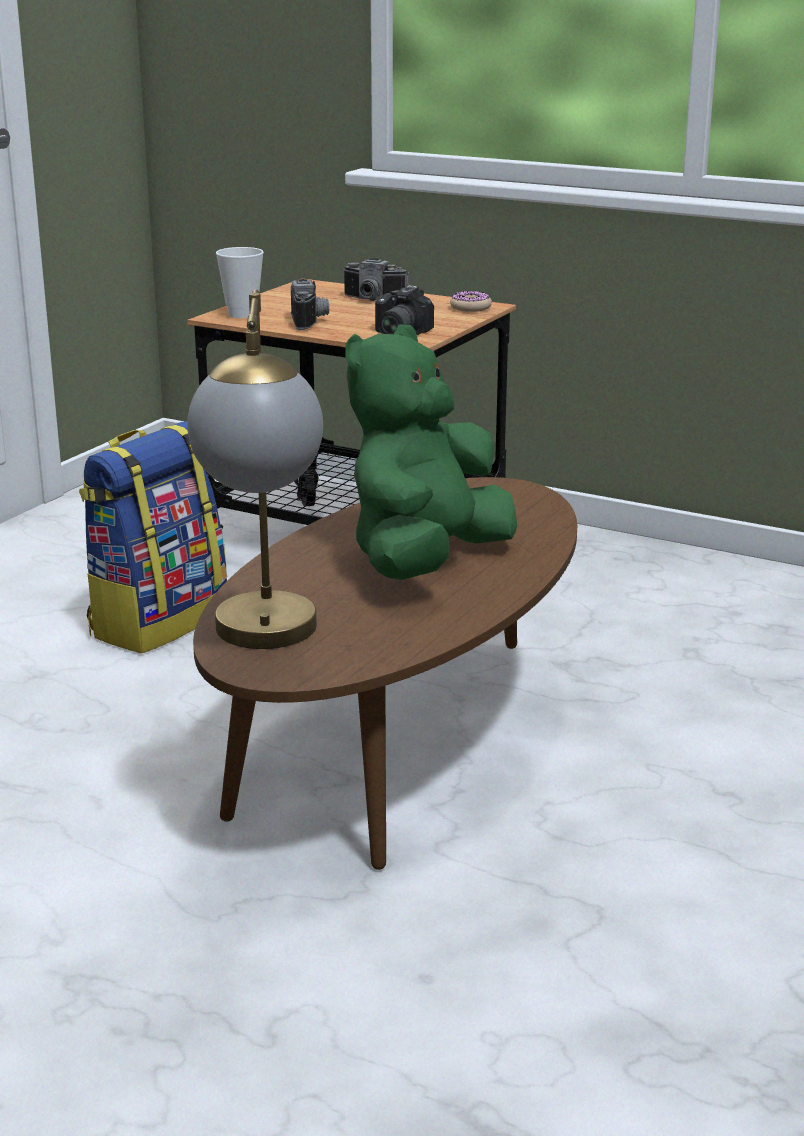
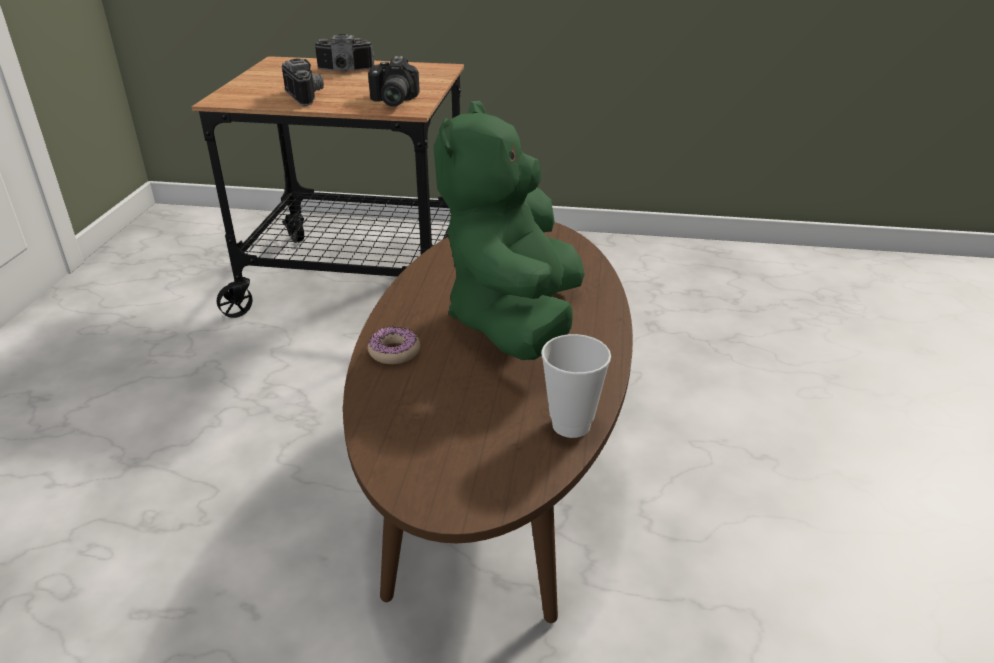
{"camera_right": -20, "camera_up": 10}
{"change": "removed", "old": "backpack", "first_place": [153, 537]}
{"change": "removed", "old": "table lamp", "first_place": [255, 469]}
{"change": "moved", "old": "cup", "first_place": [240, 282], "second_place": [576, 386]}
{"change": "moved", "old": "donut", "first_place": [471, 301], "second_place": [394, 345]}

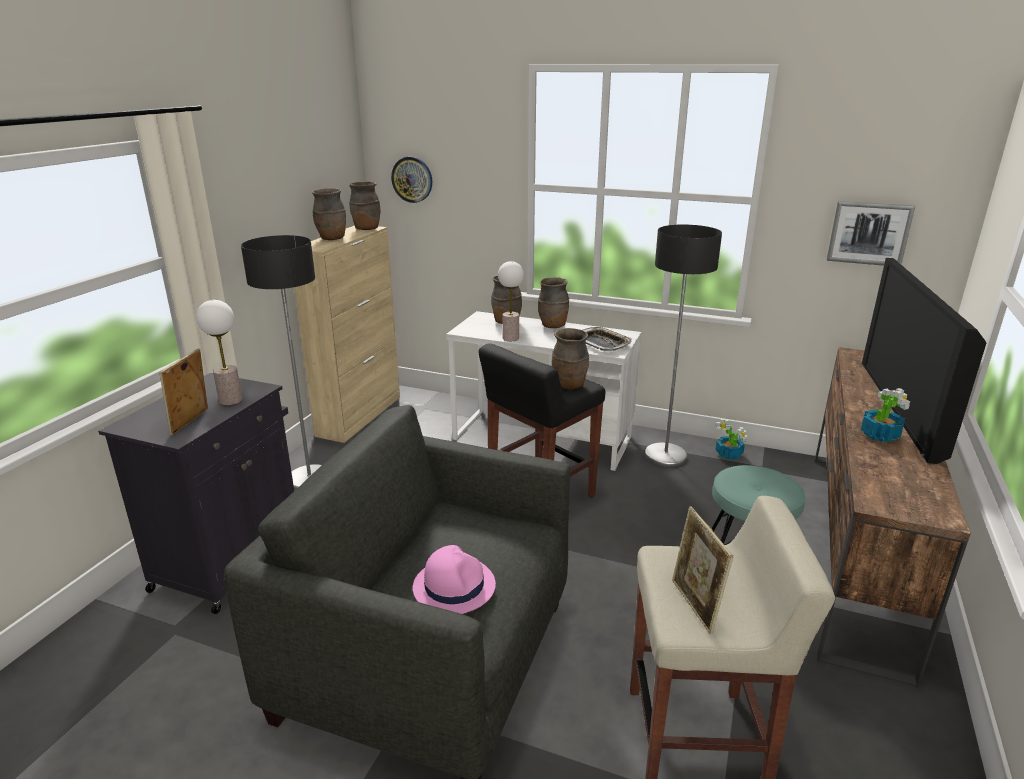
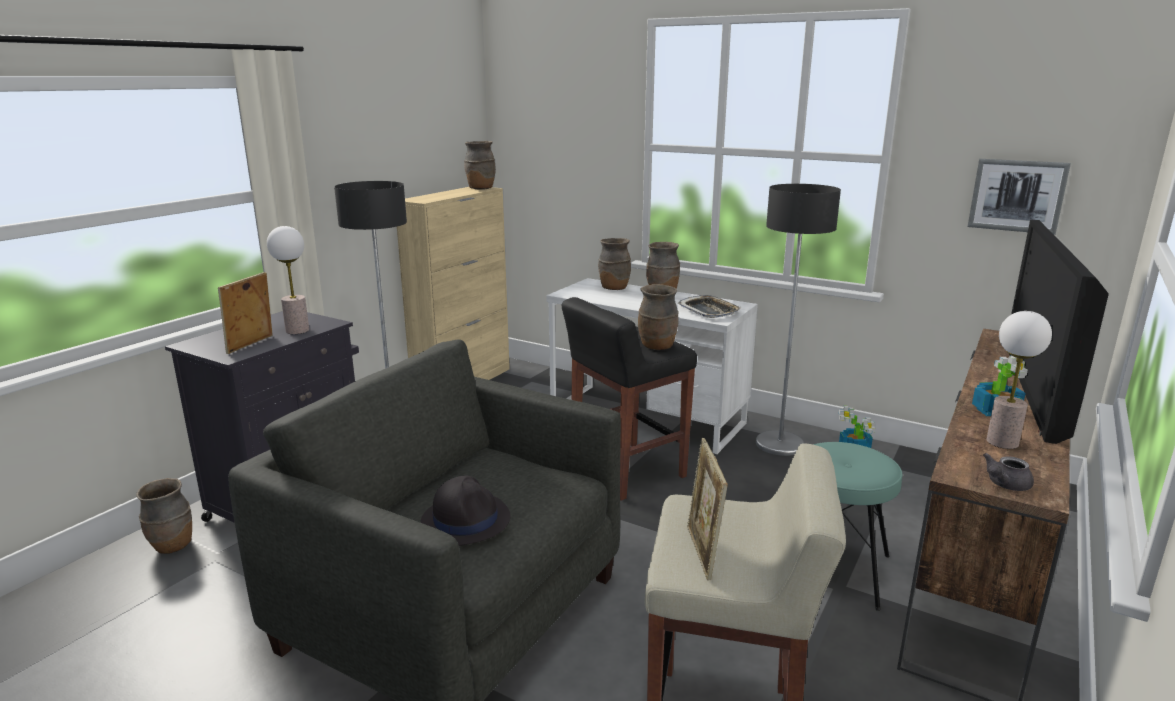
{"camera_right": 10, "camera_up": -5}
{"change": "removed", "old": "wall clock", "first_place": [411, 179]}
{"change": "added", "new": "teapot/grey", "second_place": [1008, 472]}
{"change": "moved", "old": "vase/brown", "first_place": [329, 214], "second_place": [164, 516]}
{"change": "moved", "old": "table lamp", "first_place": [511, 301], "second_place": [1019, 380]}
{"change": "recoloured", "old": "hat/pink", "new": "hat/black", "first_place": [454, 579], "second_place": [465, 511]}

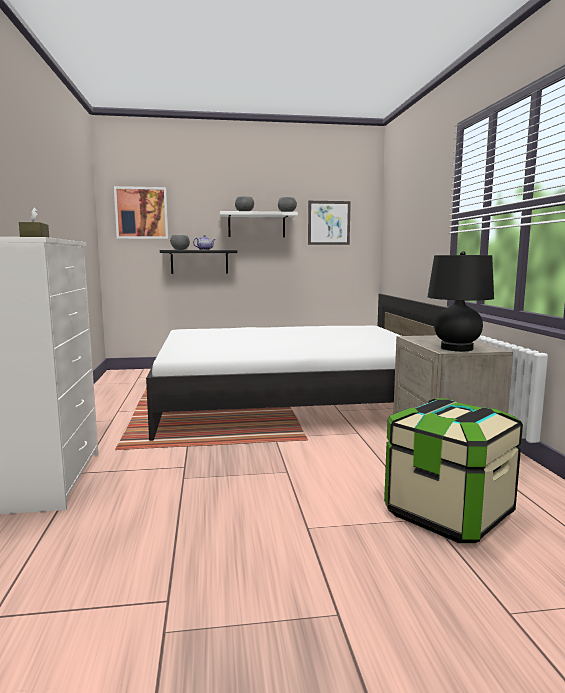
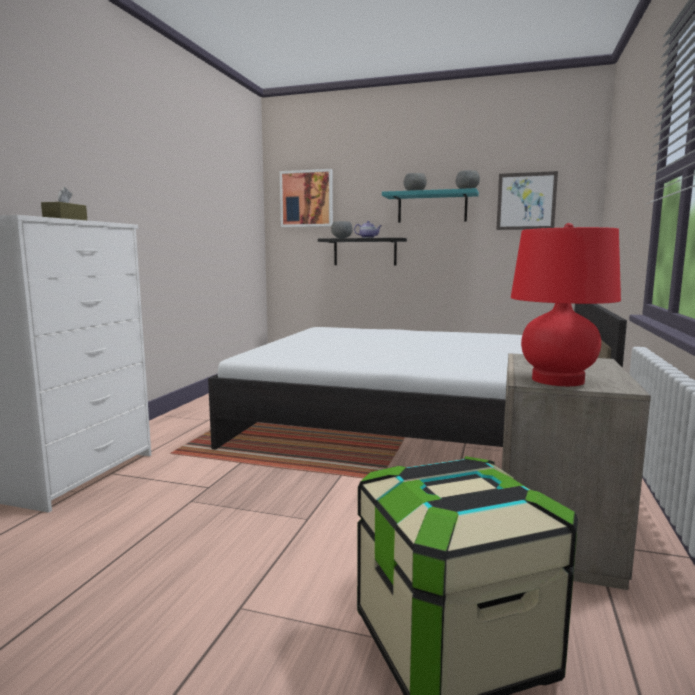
{"camera_right": 25, "camera_up": 0}
{"change": "recoloured", "old": "shelf/white", "new": "shelf/turquoise", "first_place": [258, 224], "second_place": [430, 205]}
{"change": "recoloured", "old": "table lamp/black", "new": "table lamp/red", "first_place": [461, 301], "second_place": [566, 304]}

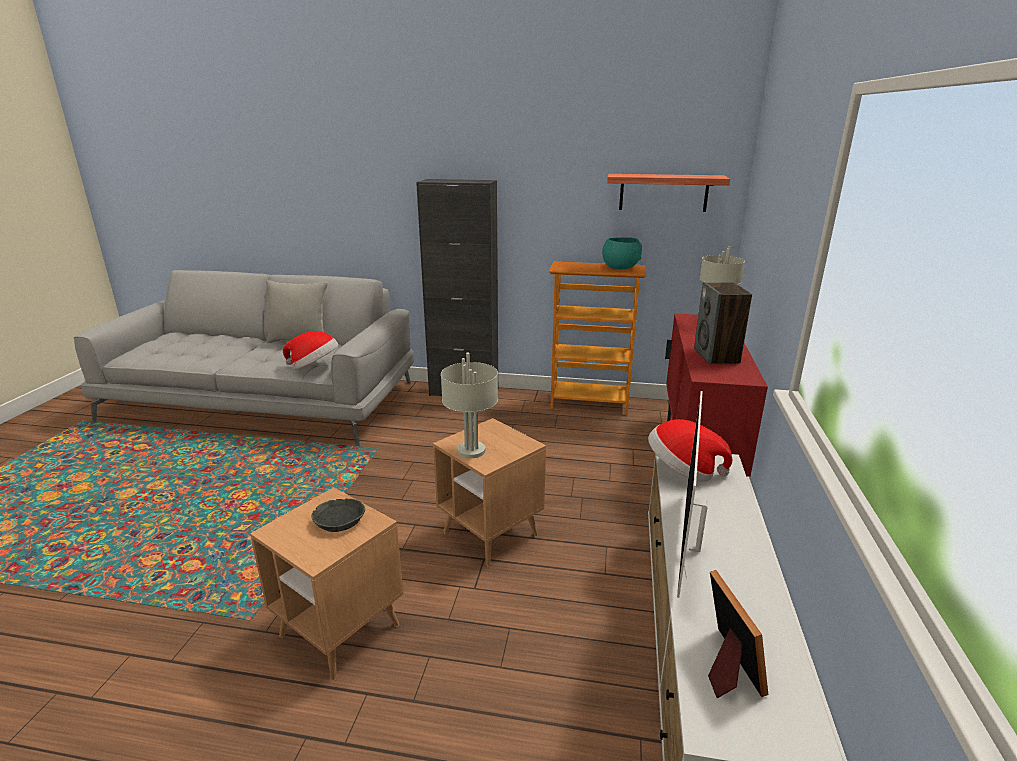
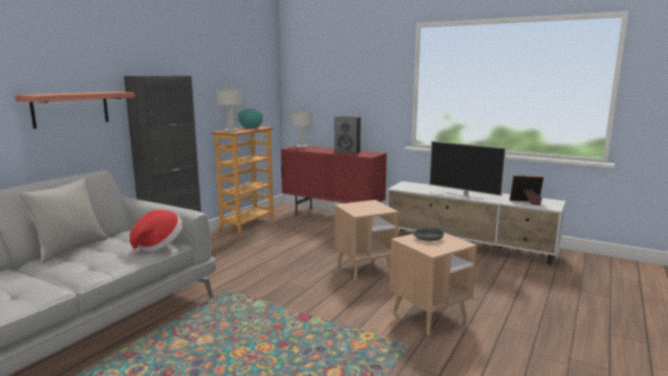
{"camera_right": -70, "camera_up": -10}
{"change": "removed", "old": "hat", "first_place": [690, 450]}
{"change": "moved", "old": "table lamp/grey", "first_place": [469, 405], "second_place": [229, 107]}
{"change": "moved", "old": "shelf", "first_place": [668, 193], "second_place": [75, 110]}

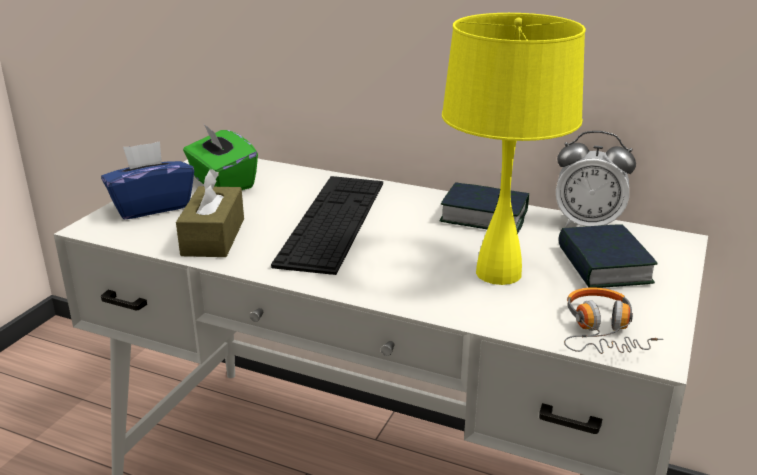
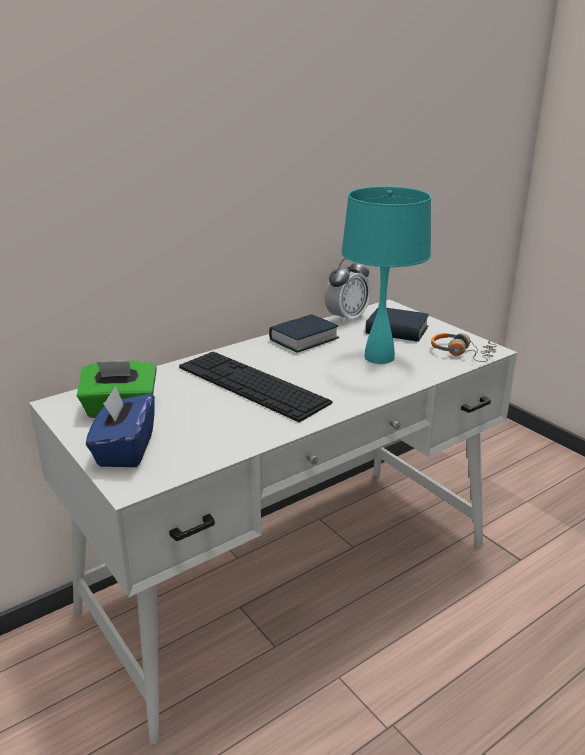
{"camera_right": -60, "camera_up": 0}
{"change": "removed", "old": "tissue box/brown", "first_place": [210, 213]}
{"change": "recoloured", "old": "table lamp/yellow", "new": "table lamp/turquoise", "first_place": [514, 149], "second_place": [386, 275]}

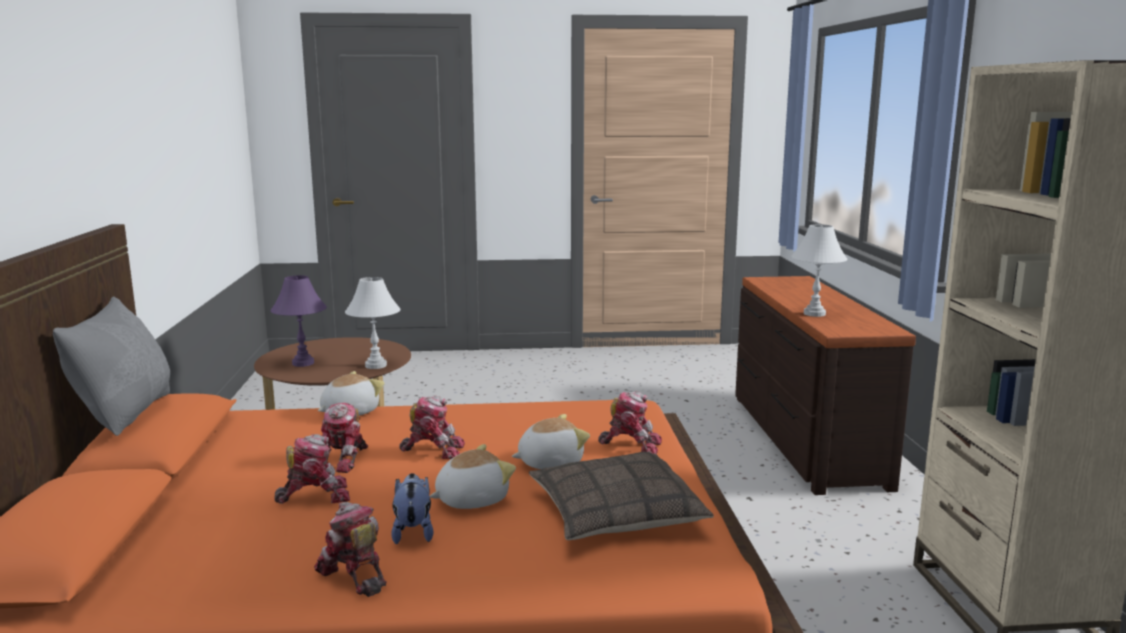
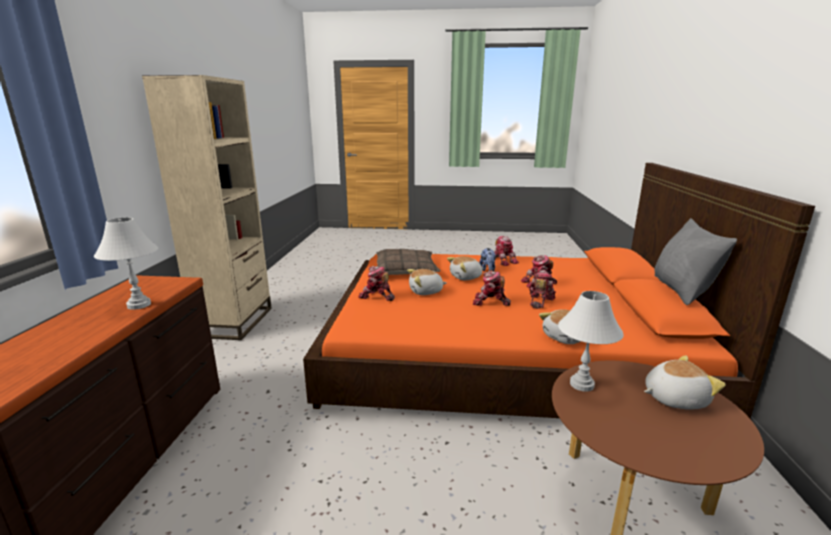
{"camera_right": -170, "camera_up": 5}
{"change": "replaced", "old": "table lamp/purple", "new": "plush toy", "first_place": [299, 321], "second_place": [685, 382]}

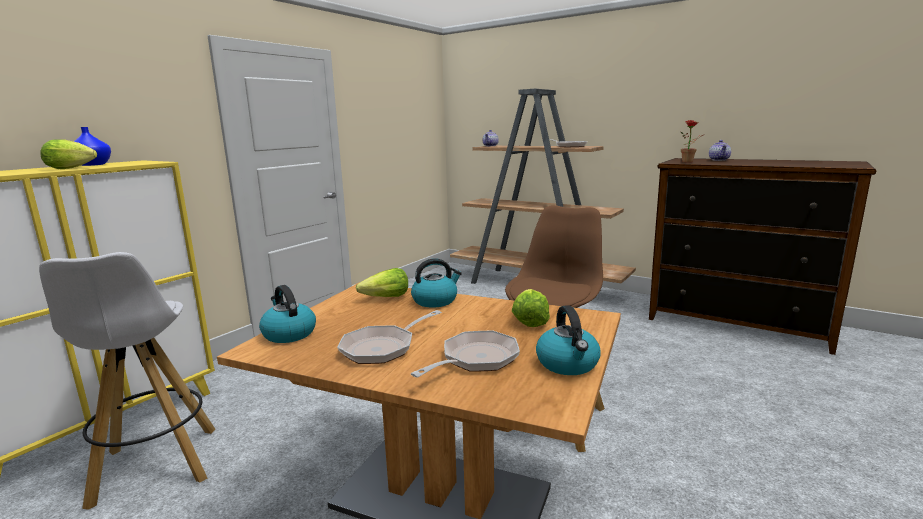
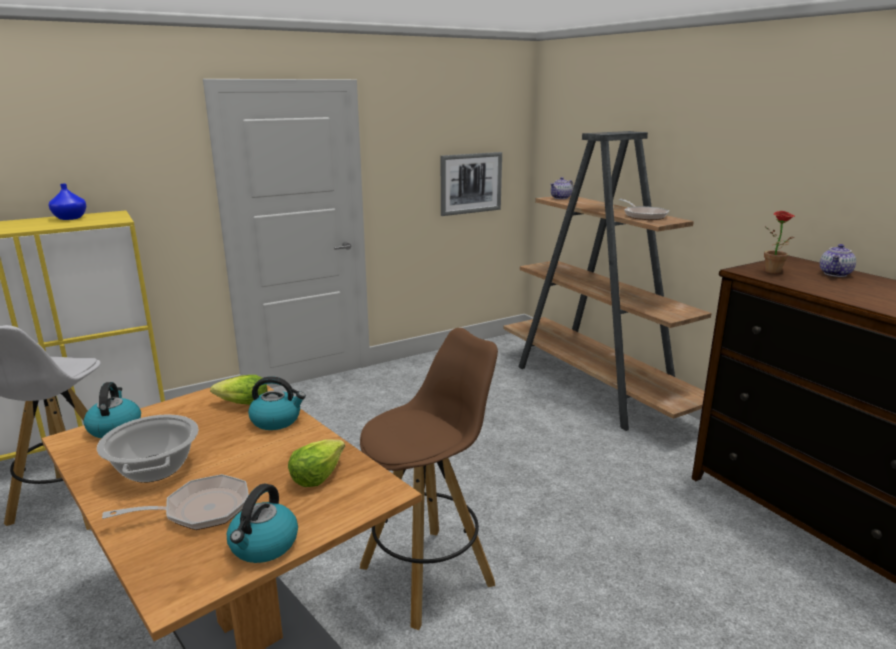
{"camera_right": 25, "camera_up": 5}
{"change": "removed", "old": "lettuce", "first_place": [68, 154]}
{"change": "added", "new": "picture", "second_place": [471, 184]}
{"change": "replaced", "old": "frying pan", "new": "cooking pot", "first_place": [389, 337], "second_place": [148, 449]}

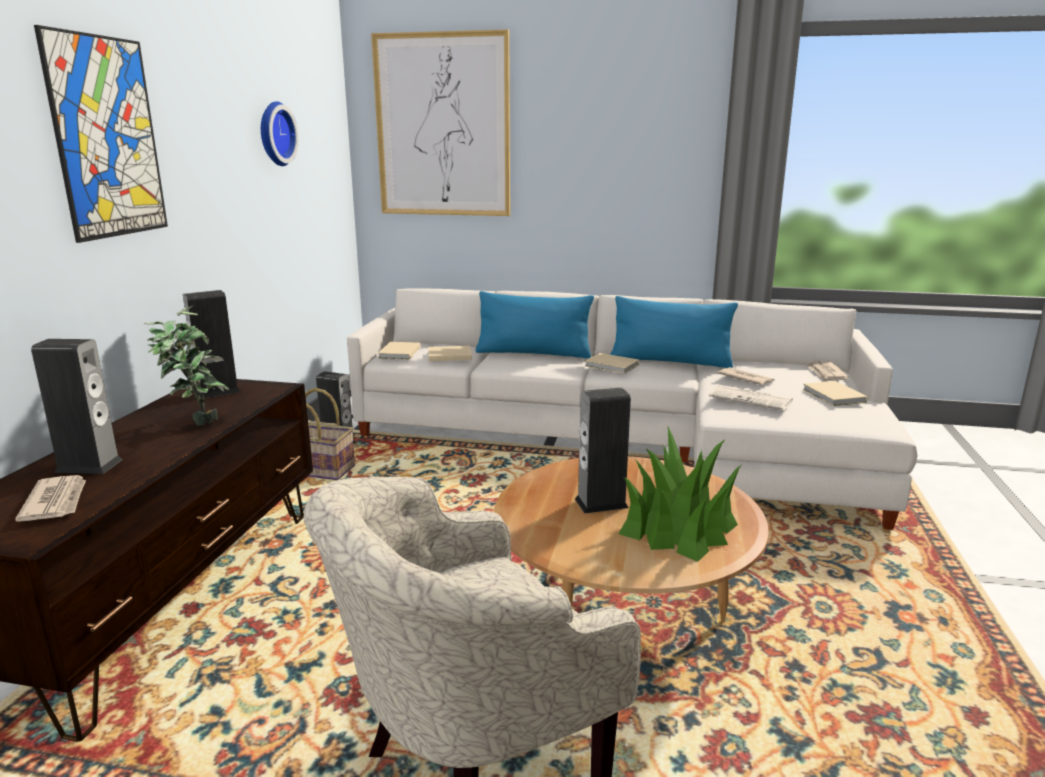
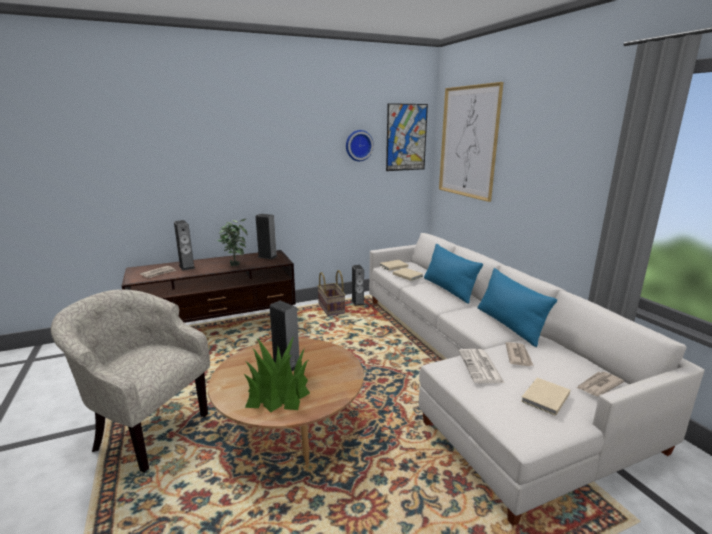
{"camera_right": 55, "camera_up": 0}
{"change": "removed", "old": "book/beige", "first_place": [612, 363]}
{"change": "moved", "old": "picture", "first_place": [101, 134], "second_place": [407, 137]}

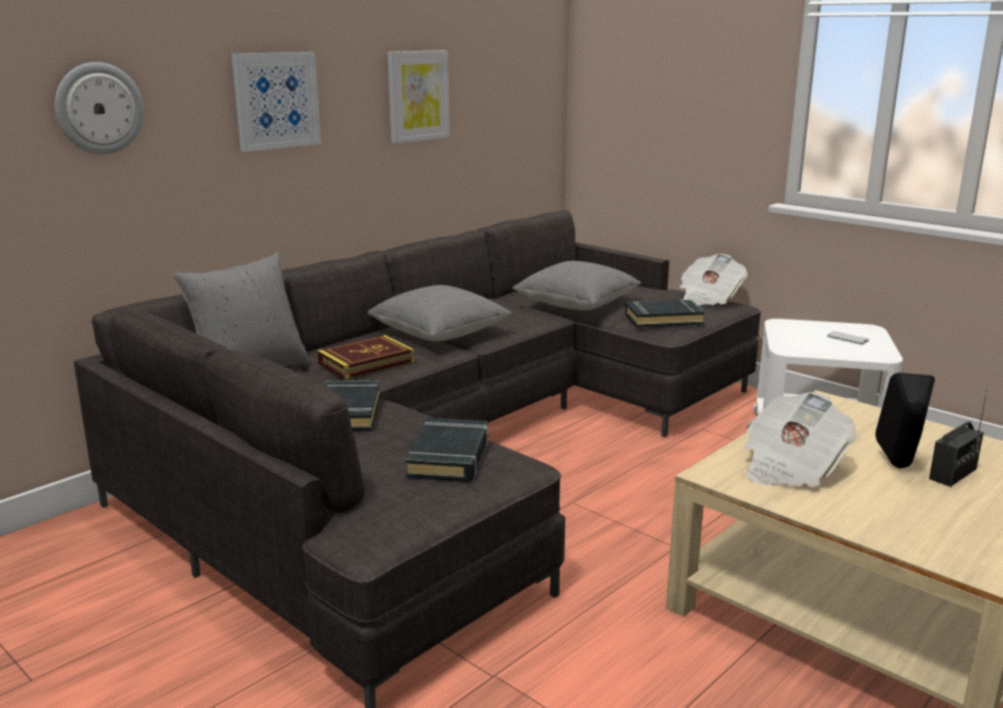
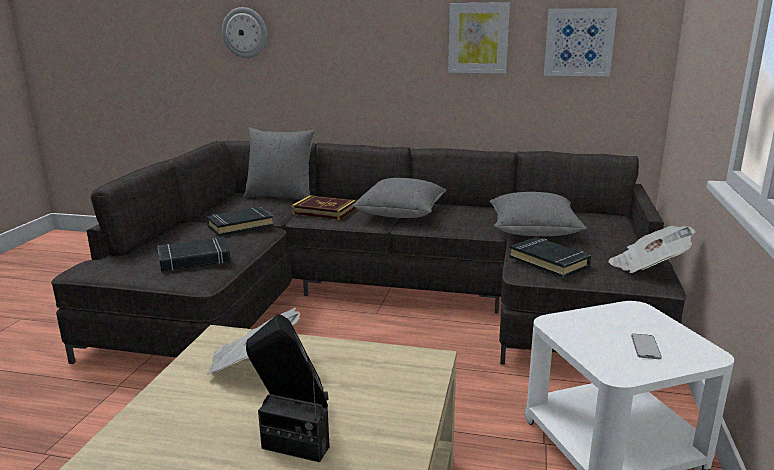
{"camera_right": 60, "camera_up": 0}
{"change": "moved", "old": "picture", "first_place": [276, 102], "second_place": [580, 42]}

